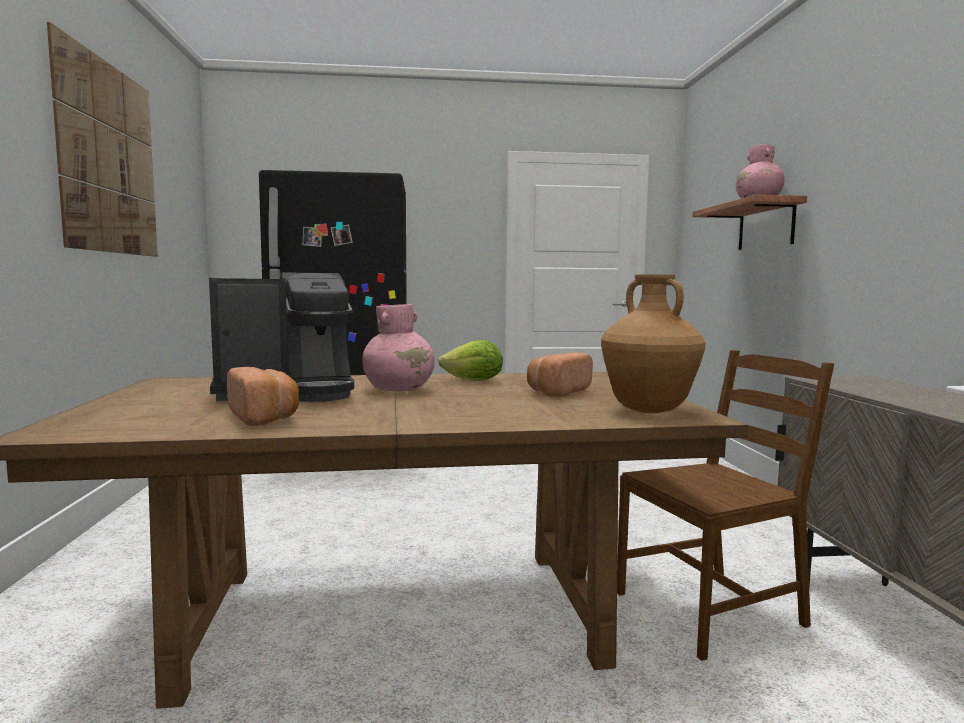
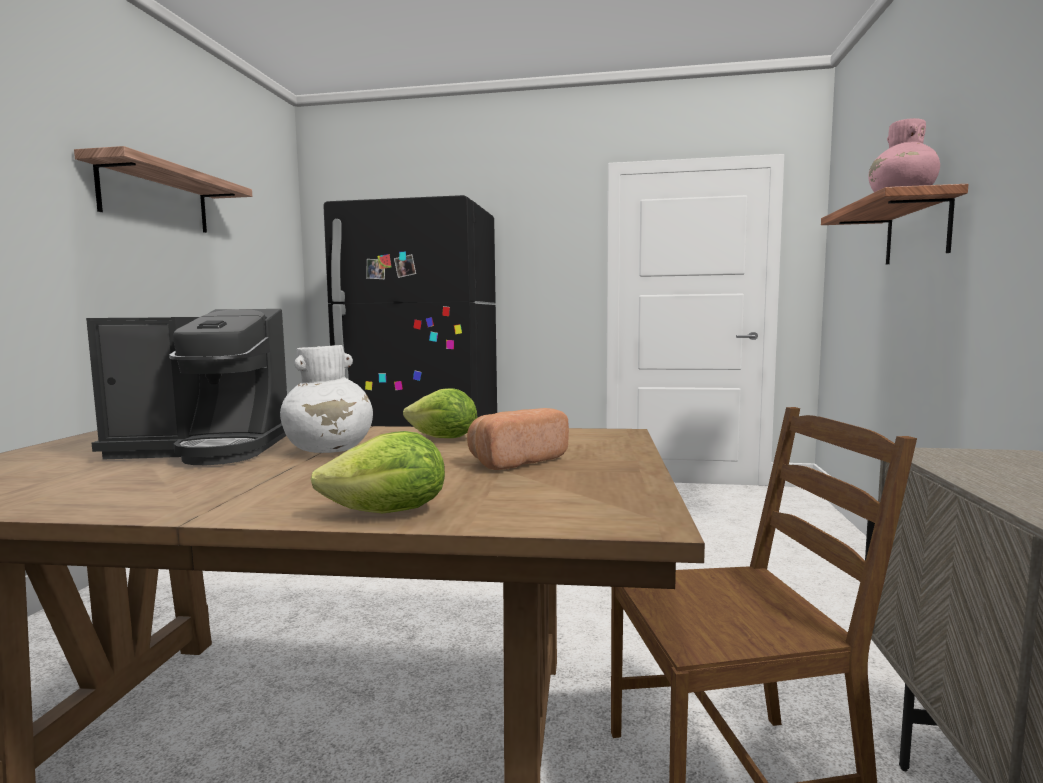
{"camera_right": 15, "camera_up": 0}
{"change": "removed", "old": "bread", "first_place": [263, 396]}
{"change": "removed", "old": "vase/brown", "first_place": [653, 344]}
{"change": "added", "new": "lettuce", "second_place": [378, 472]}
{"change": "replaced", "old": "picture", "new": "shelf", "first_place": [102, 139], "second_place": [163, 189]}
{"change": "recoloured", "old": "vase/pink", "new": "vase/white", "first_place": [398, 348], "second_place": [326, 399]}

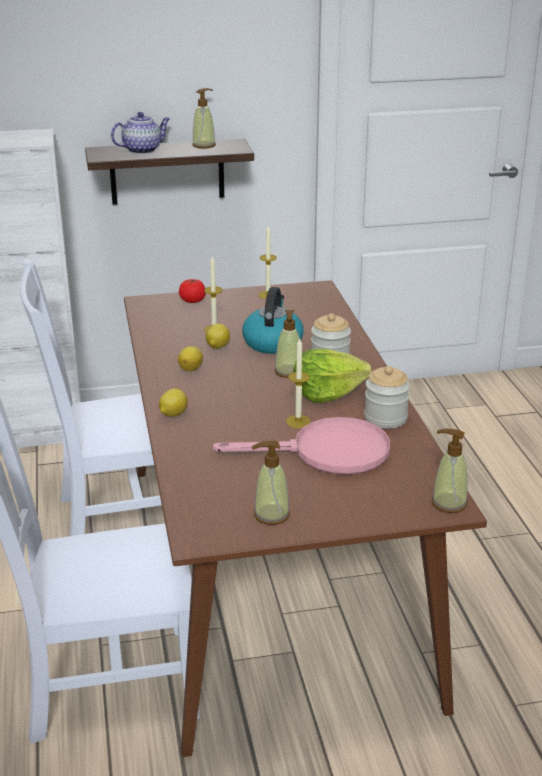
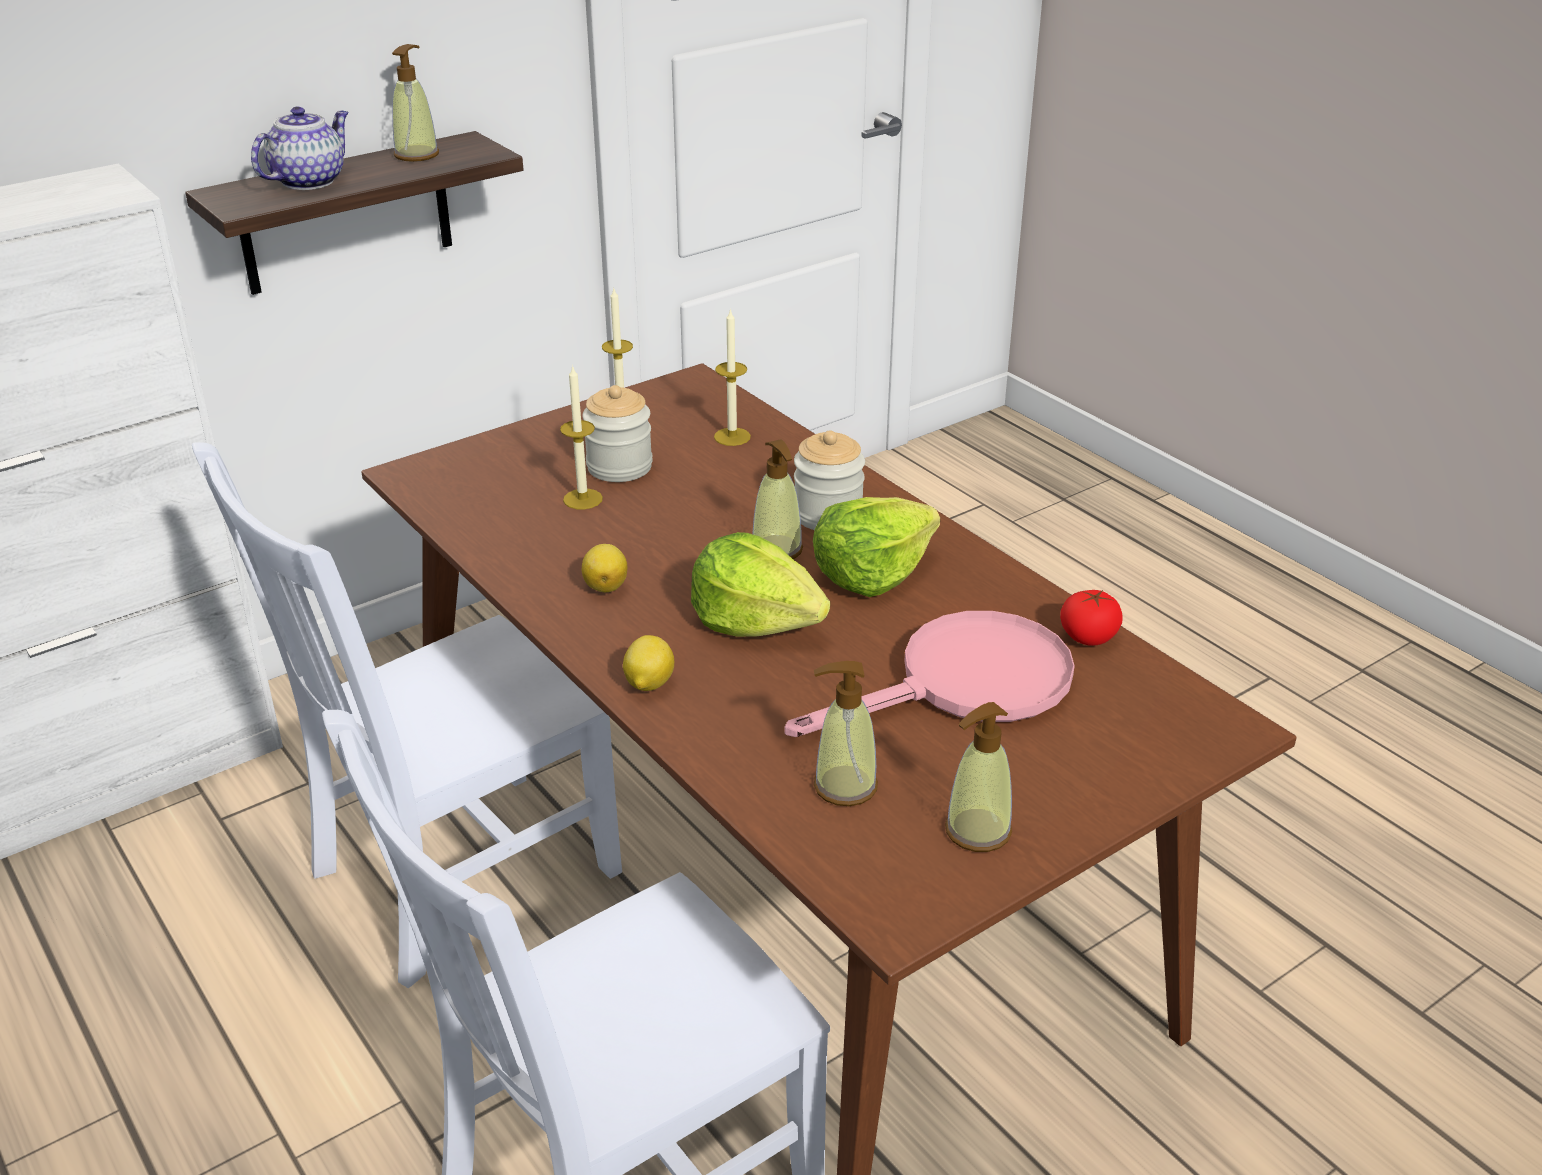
{"camera_right": -25, "camera_up": 5}
{"change": "removed", "old": "lemon", "first_place": [218, 336]}
{"change": "removed", "old": "kettle", "first_place": [273, 320]}
{"change": "added", "new": "lettuce", "second_place": [760, 584]}
{"change": "moved", "old": "tomato", "first_place": [192, 291], "second_place": [1091, 618]}
{"change": "moved", "old": "candle", "first_place": [298, 382], "second_place": [732, 377]}
{"change": "moved", "old": "jar", "first_place": [387, 397], "second_place": [617, 433]}
{"change": "moved", "old": "soap dispenser", "first_place": [449, 470], "second_place": [846, 733]}

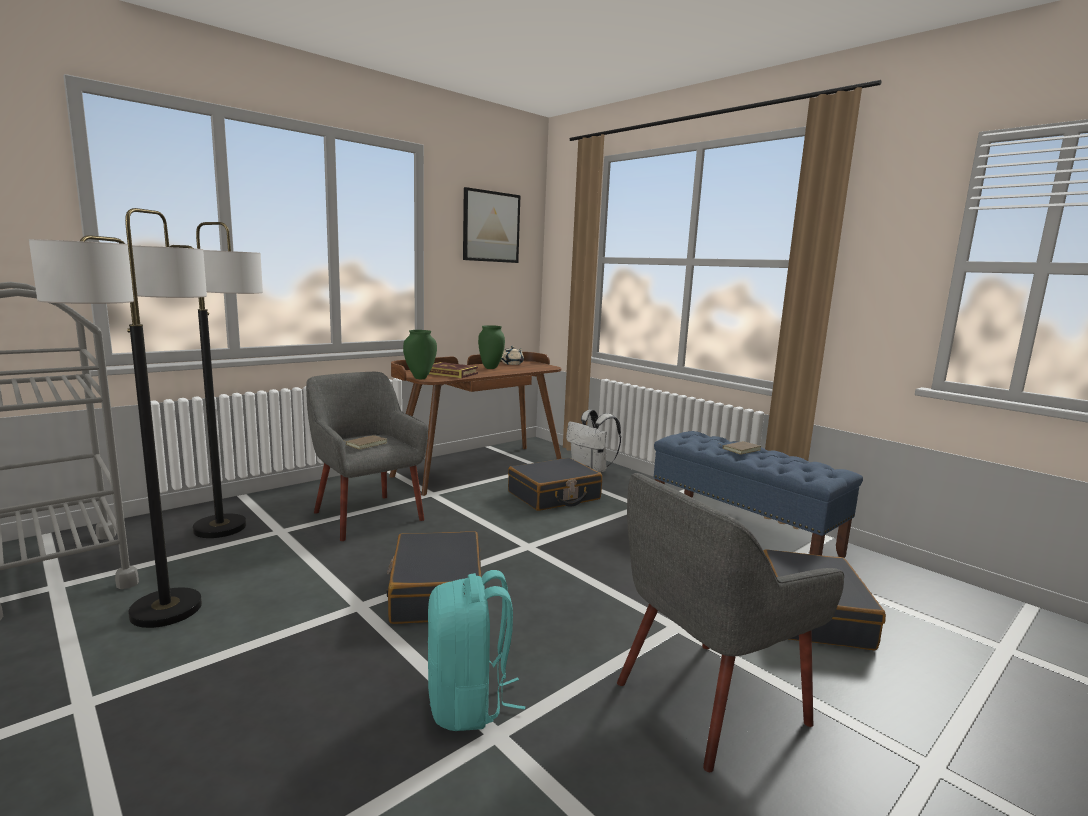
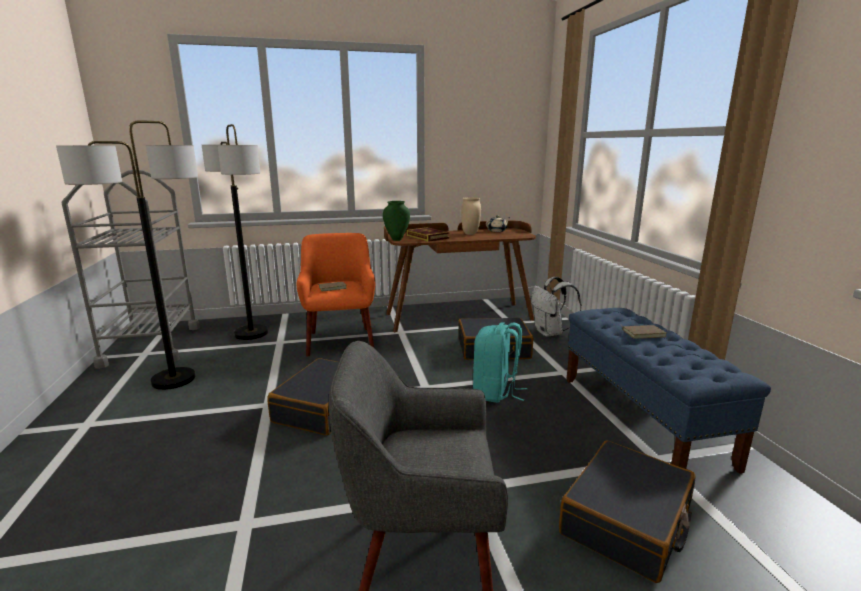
{"camera_right": 30, "camera_up": 5}
{"change": "removed", "old": "picture", "first_place": [491, 225]}
{"change": "moved", "old": "backpack/turquoise", "first_place": [477, 650], "second_place": [500, 362]}
{"change": "recoloured", "old": "armchair/grey", "new": "armchair/orange", "first_place": [367, 456], "second_place": [336, 294]}
{"change": "recoloured", "old": "vase/green", "new": "vase/beige", "first_place": [491, 347], "second_place": [471, 216]}

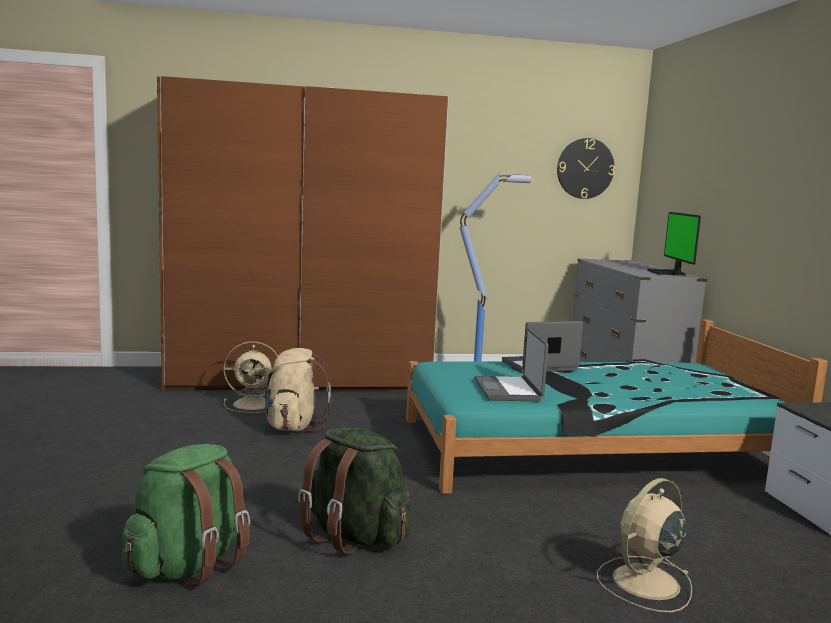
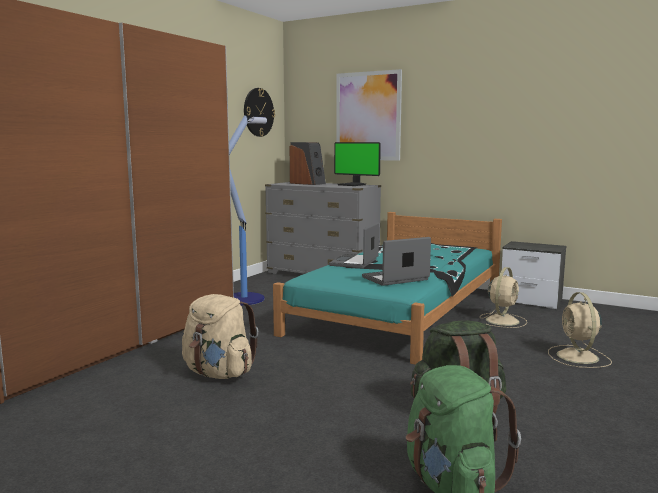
{"camera_right": -50, "camera_up": 0}
{"change": "added", "new": "speaker", "second_place": [308, 163]}
{"change": "added", "new": "picture", "second_place": [369, 115]}
{"change": "moved", "old": "fan/beige", "first_place": [251, 377], "second_place": [503, 297]}
{"change": "turned", "old": "laptop", "first_place": [511, 364], "second_place": [396, 261], "degrees": 120}

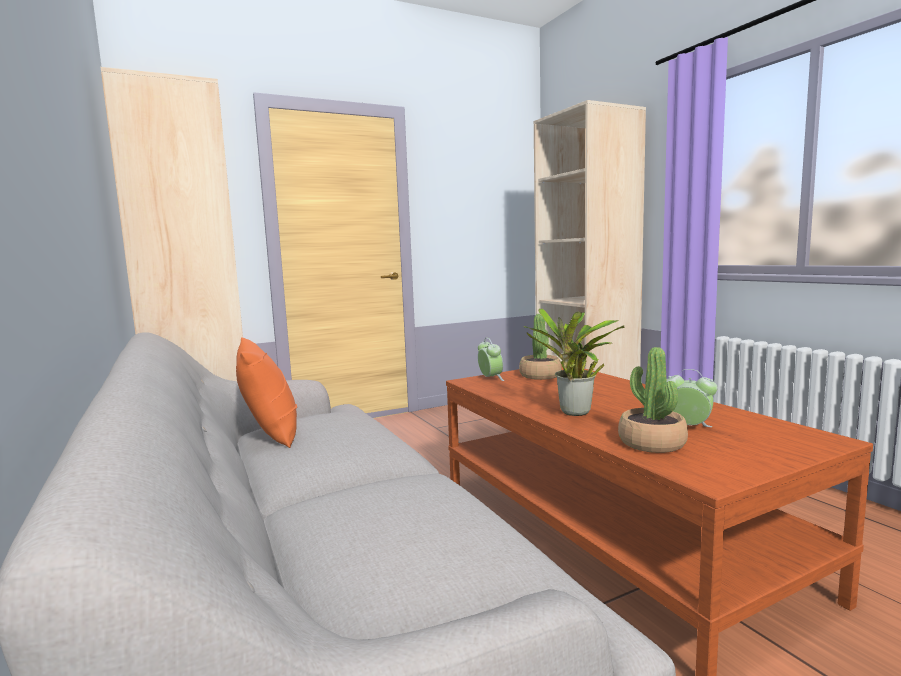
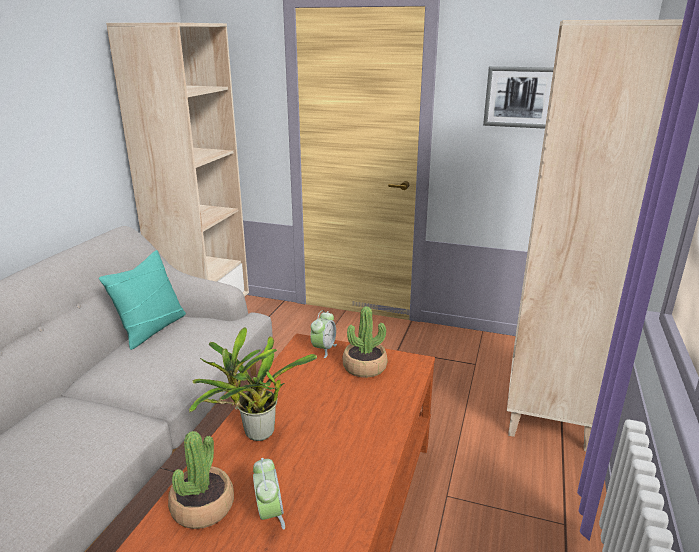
{"camera_right": 45, "camera_up": 15}
{"change": "added", "new": "picture", "second_place": [518, 97]}
{"change": "recoloured", "old": "pillow/orange", "new": "pillow/turquoise", "first_place": [266, 392], "second_place": [142, 300]}

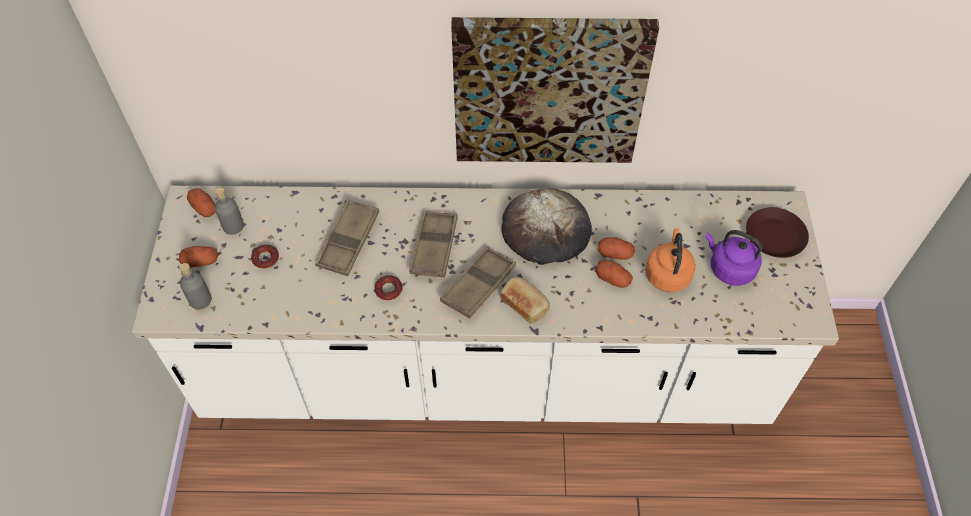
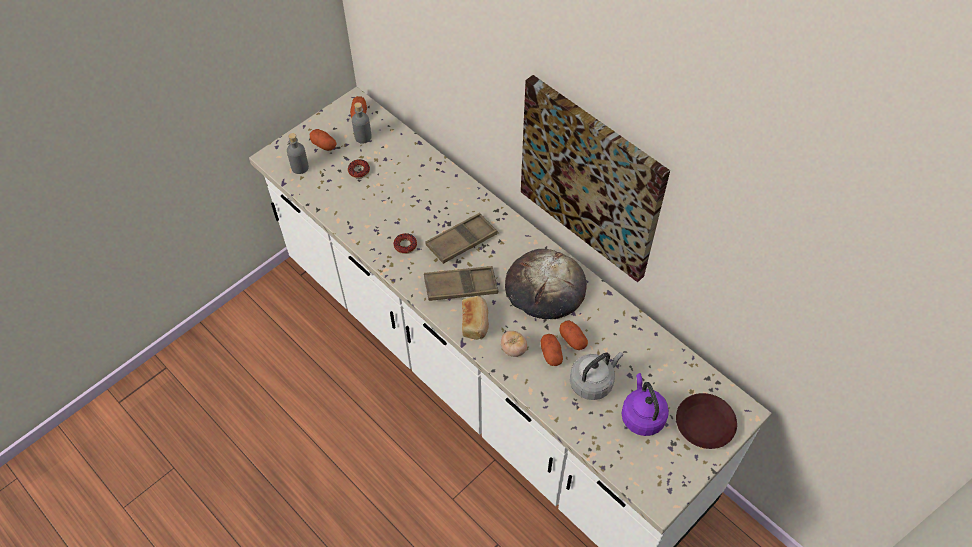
{"camera_right": 45, "camera_up": 0}
{"change": "removed", "old": "tray/brown", "first_place": [347, 237]}
{"change": "added", "new": "tomato", "second_place": [514, 344]}
{"change": "recoloured", "old": "kettle/orange", "new": "kettle/grey", "first_place": [670, 260], "second_place": [596, 376]}

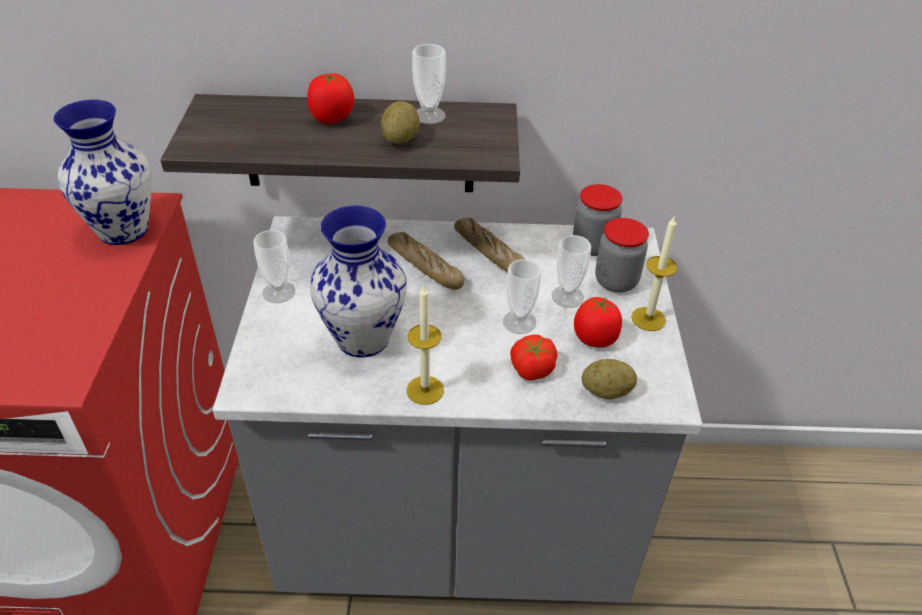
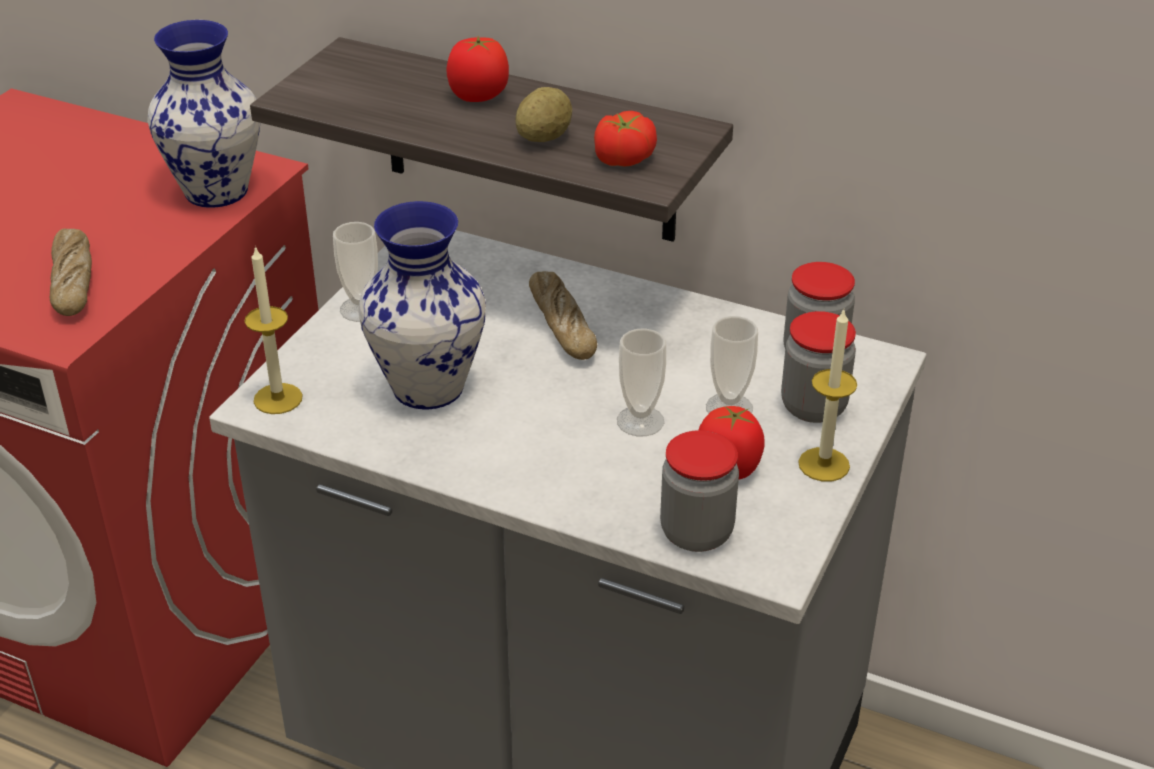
{"camera_right": 25, "camera_up": -5}
{"change": "removed", "old": "cup", "first_place": [429, 84]}
{"change": "moved", "old": "candle", "first_place": [425, 345], "second_place": [273, 330]}
{"change": "moved", "old": "bread", "first_place": [489, 245], "second_place": [71, 272]}
{"change": "moved", "old": "tomato", "first_place": [533, 358], "second_place": [625, 139]}
{"change": "replaced", "old": "potato", "new": "jar", "first_place": [609, 379], "second_place": [699, 491]}

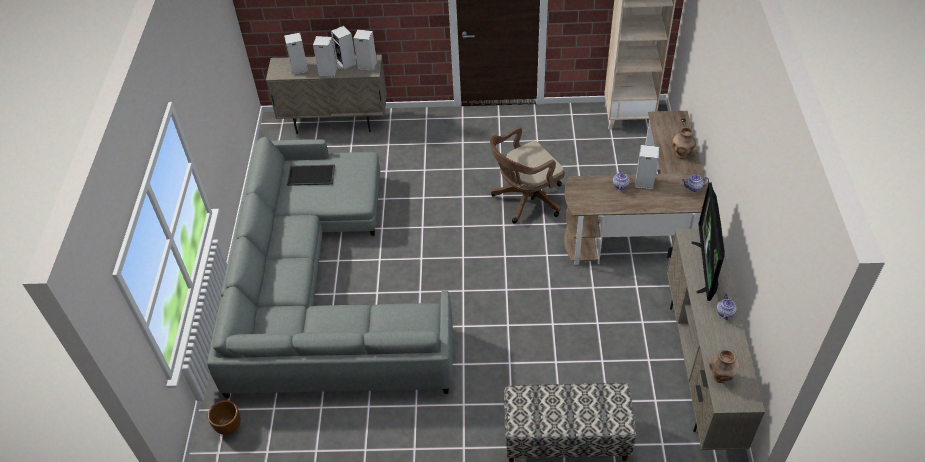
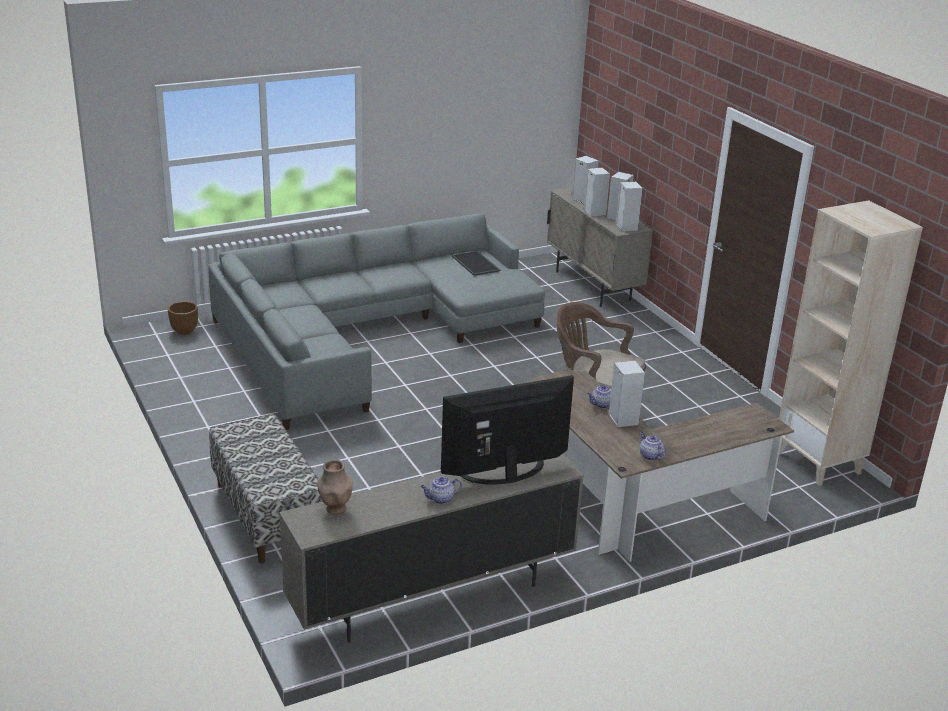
{"camera_right": 60, "camera_up": -20}
{"change": "removed", "old": "vase/brown", "first_place": [684, 143]}

